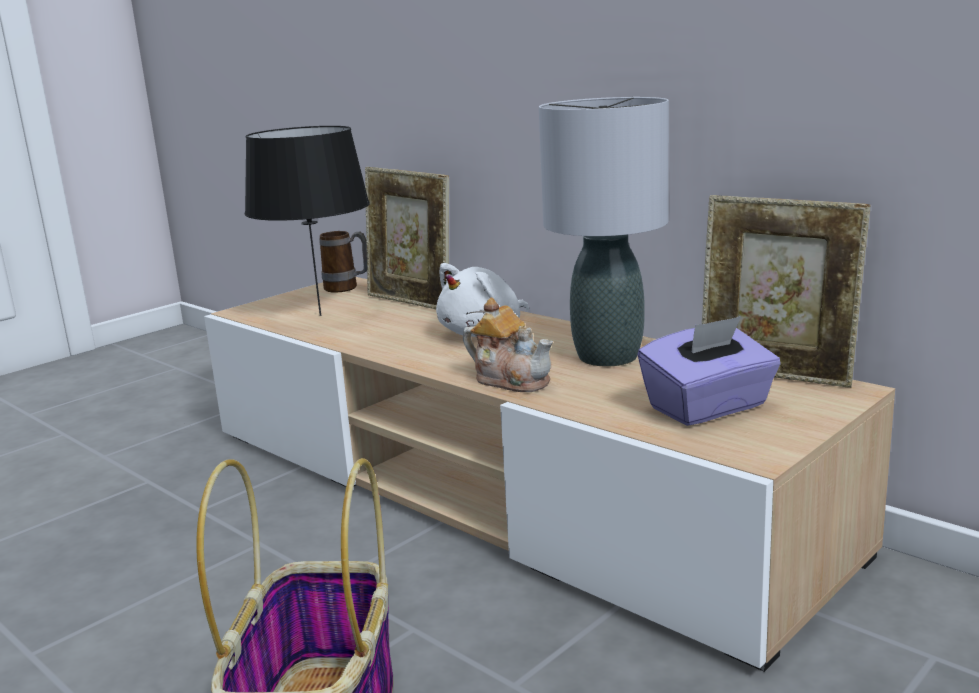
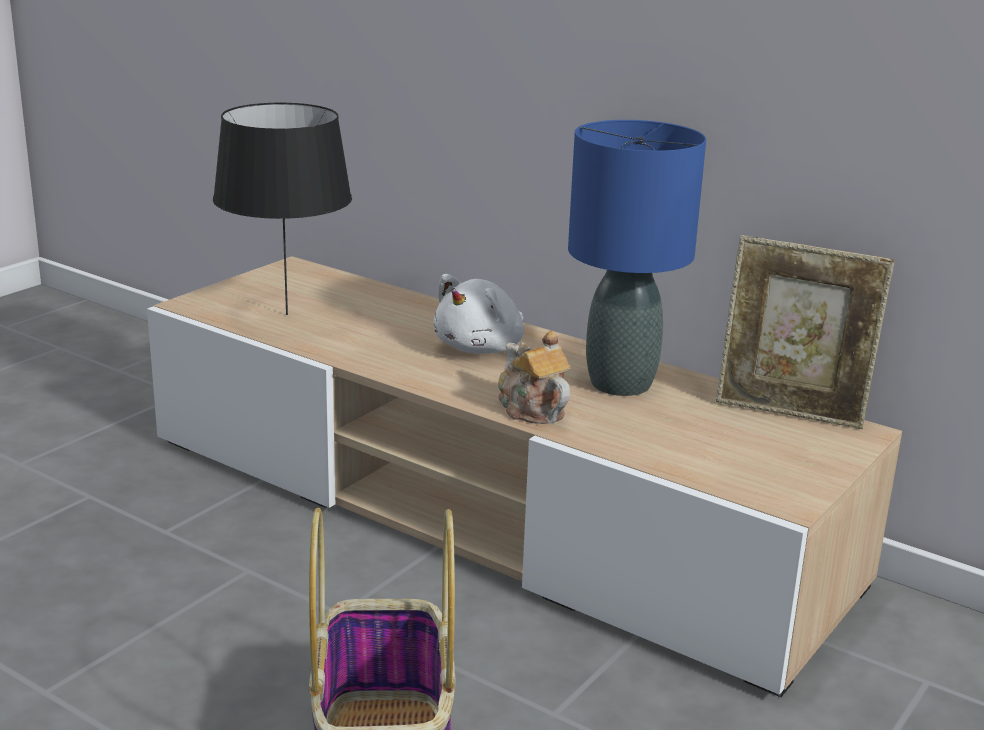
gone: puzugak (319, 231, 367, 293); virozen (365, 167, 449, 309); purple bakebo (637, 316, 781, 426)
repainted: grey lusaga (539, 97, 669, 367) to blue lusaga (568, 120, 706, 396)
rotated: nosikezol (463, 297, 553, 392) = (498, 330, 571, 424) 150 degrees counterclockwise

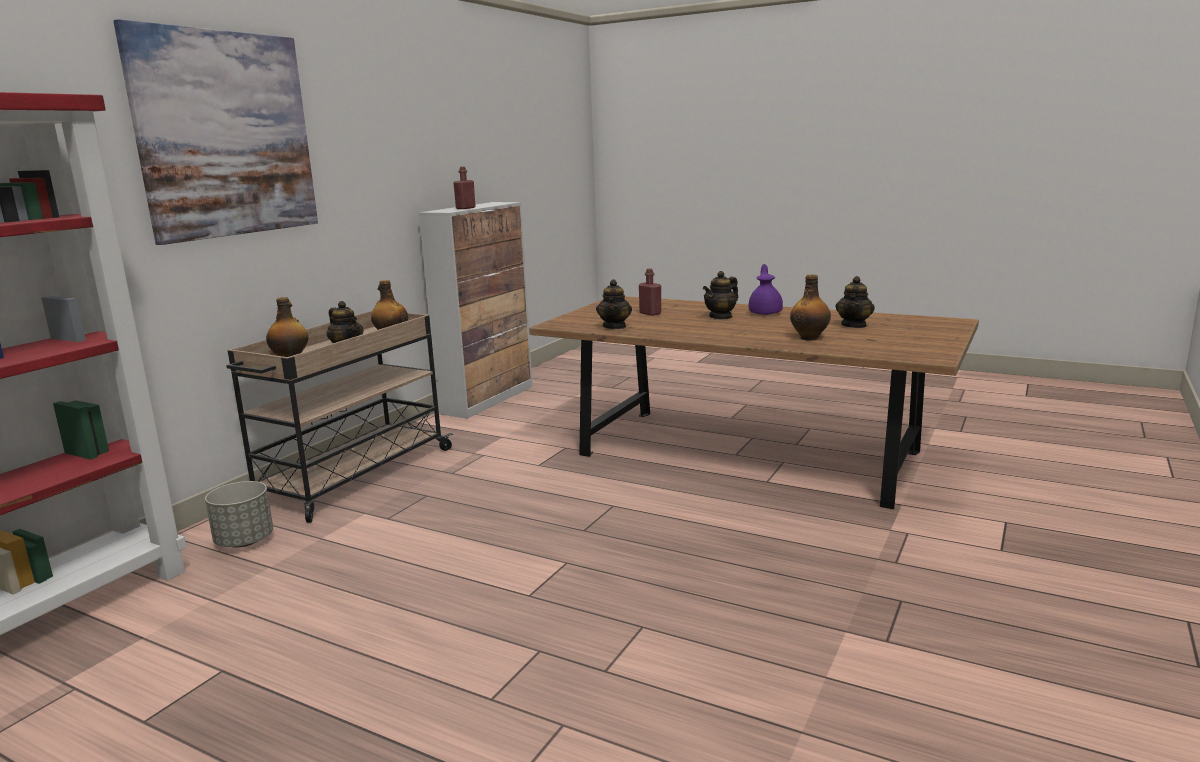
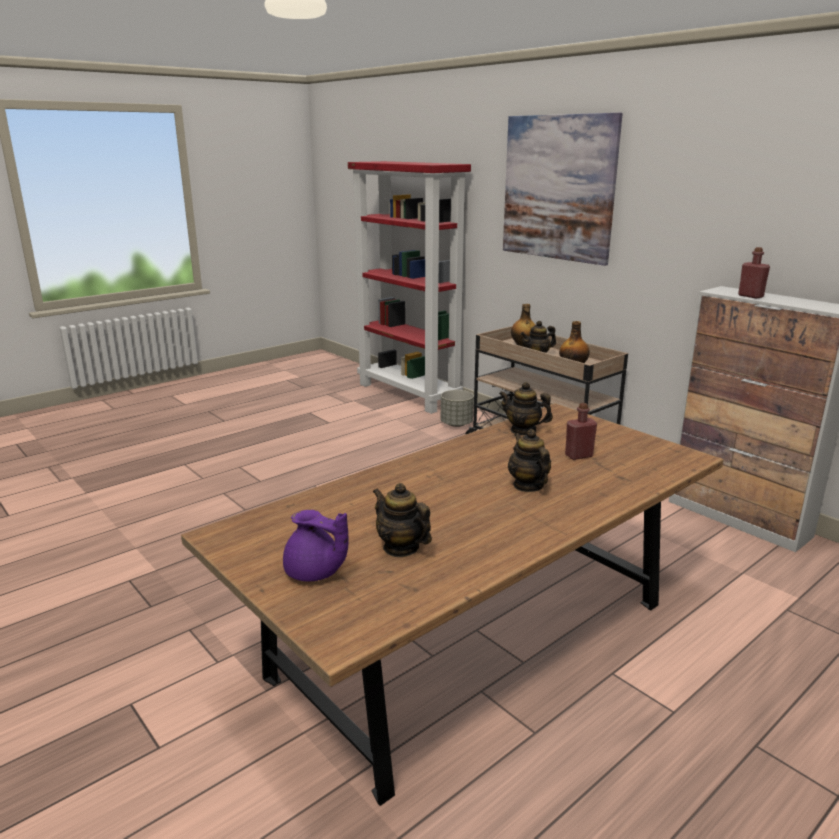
gone: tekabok (790, 275, 831, 341)
shifted: purple nosikezol (749, 264, 783, 315) to (283, 510, 349, 581)

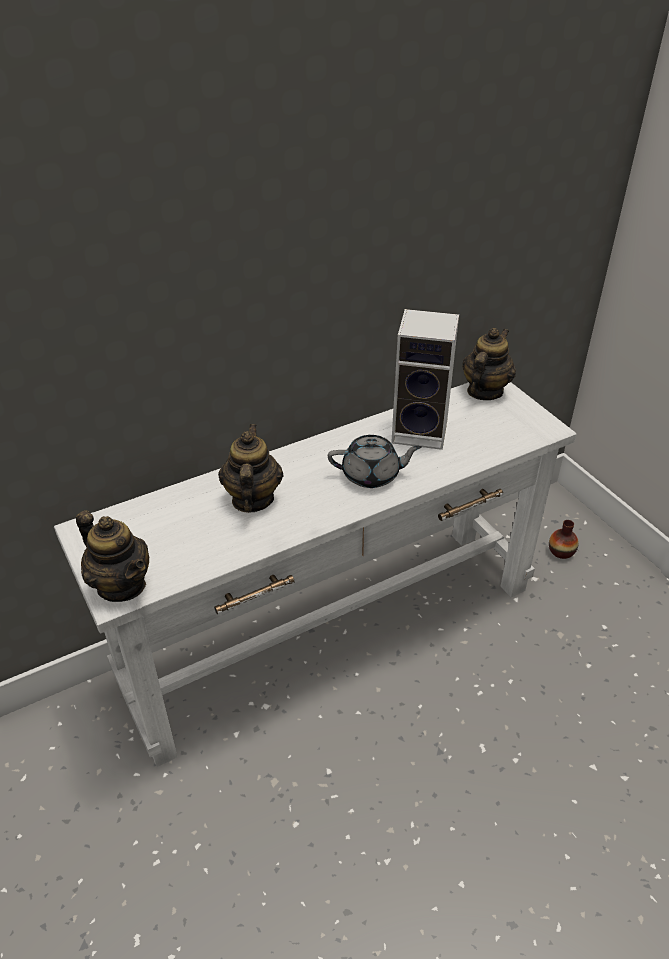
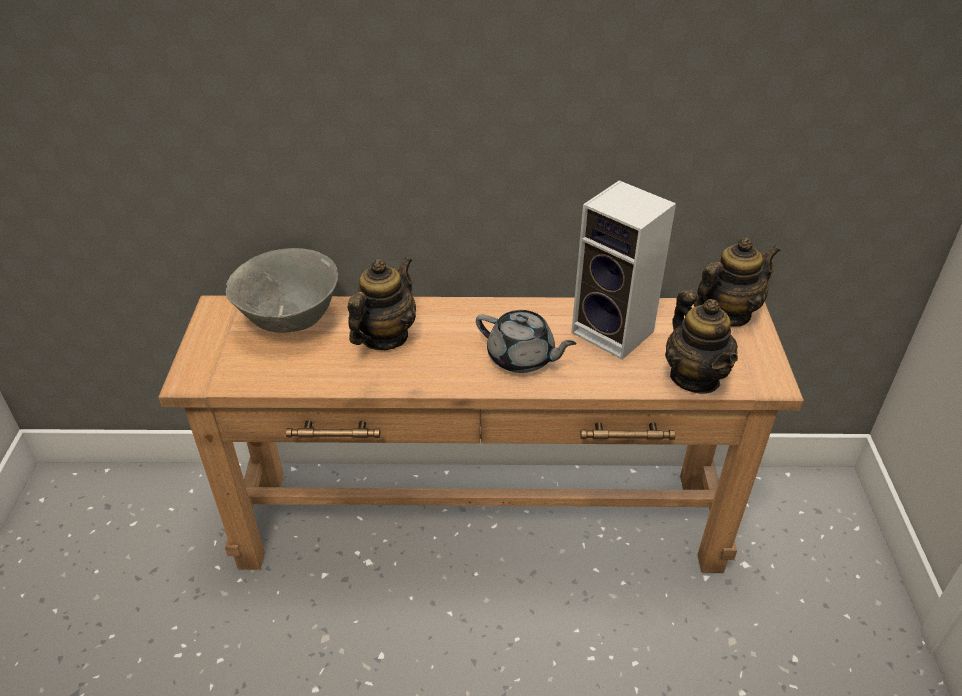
gone: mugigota (549, 520, 579, 559)
new: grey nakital (226, 248, 338, 333)
shifted: nosikezol (76, 510, 149, 602) to (665, 290, 738, 394)
repainted: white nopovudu (54, 382, 577, 767) to brown nopovudu (159, 295, 804, 573)

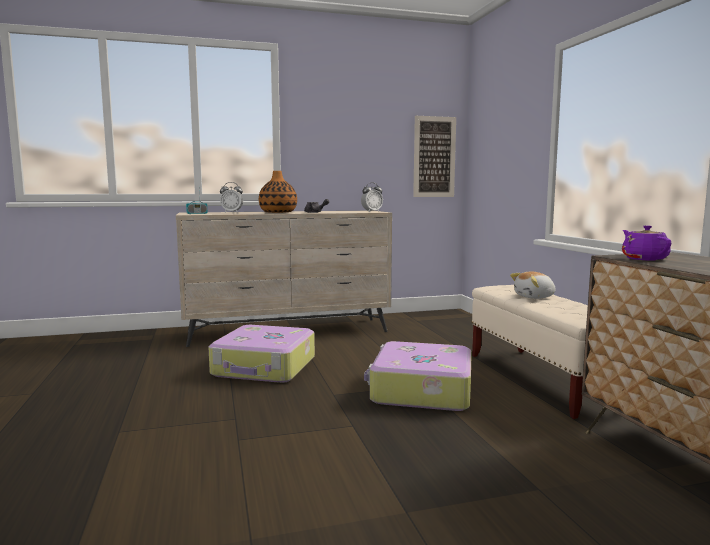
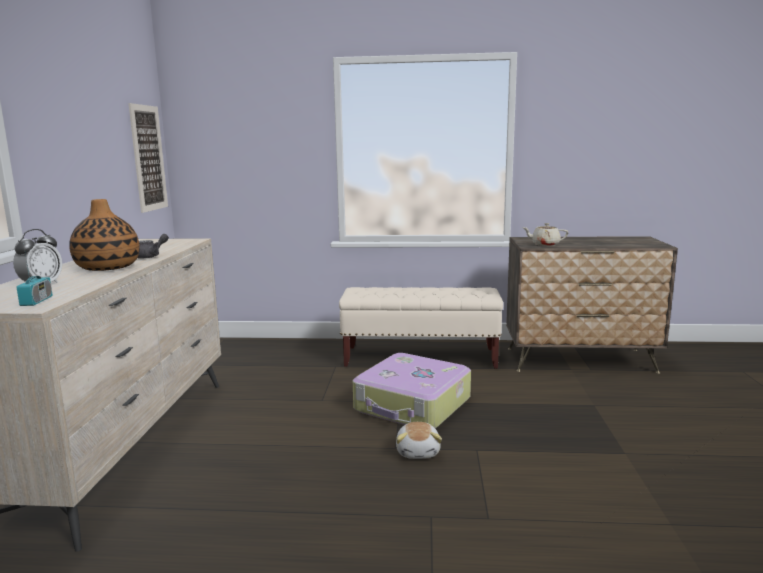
gone: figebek (209, 325, 315, 383); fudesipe (361, 182, 383, 212)
shifted: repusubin (510, 271, 555, 299) to (396, 422, 442, 459)
repainted: purple nosikezol (622, 225, 671, 261) to beige nosikezol (522, 223, 568, 246)

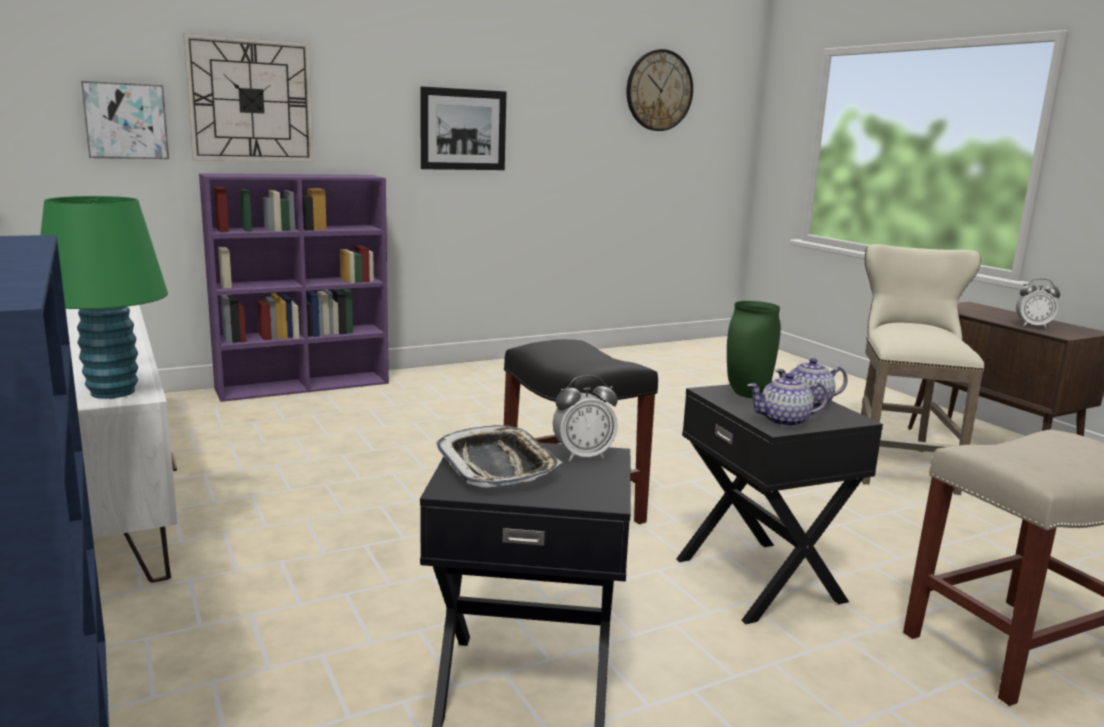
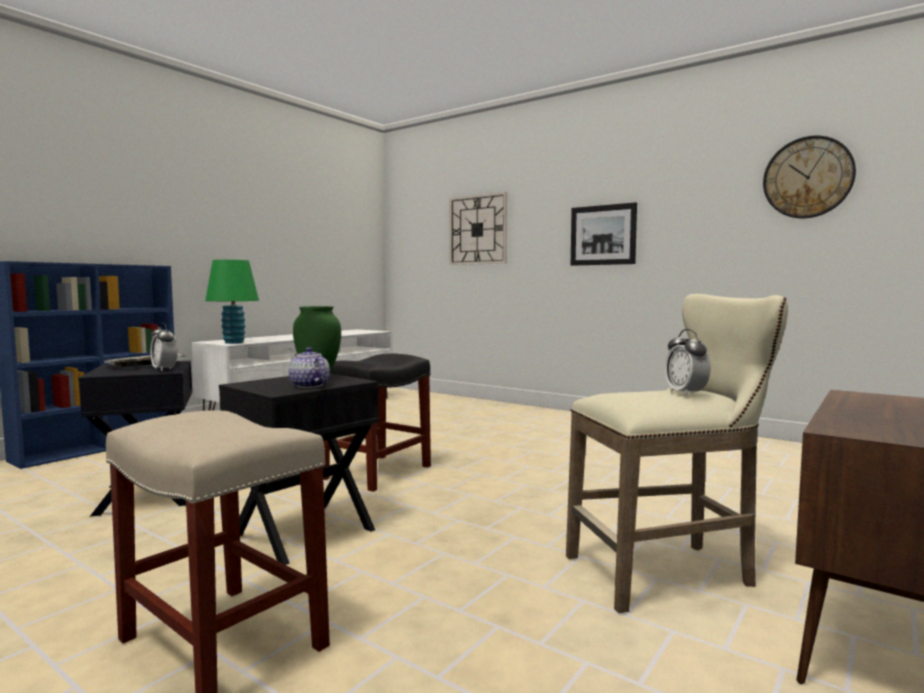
gone: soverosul (81, 81, 169, 159); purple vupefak (199, 173, 389, 402); nosikezol (747, 373, 828, 427)
shifted: fudesipe (1016, 278, 1060, 328) to (664, 329, 711, 396)

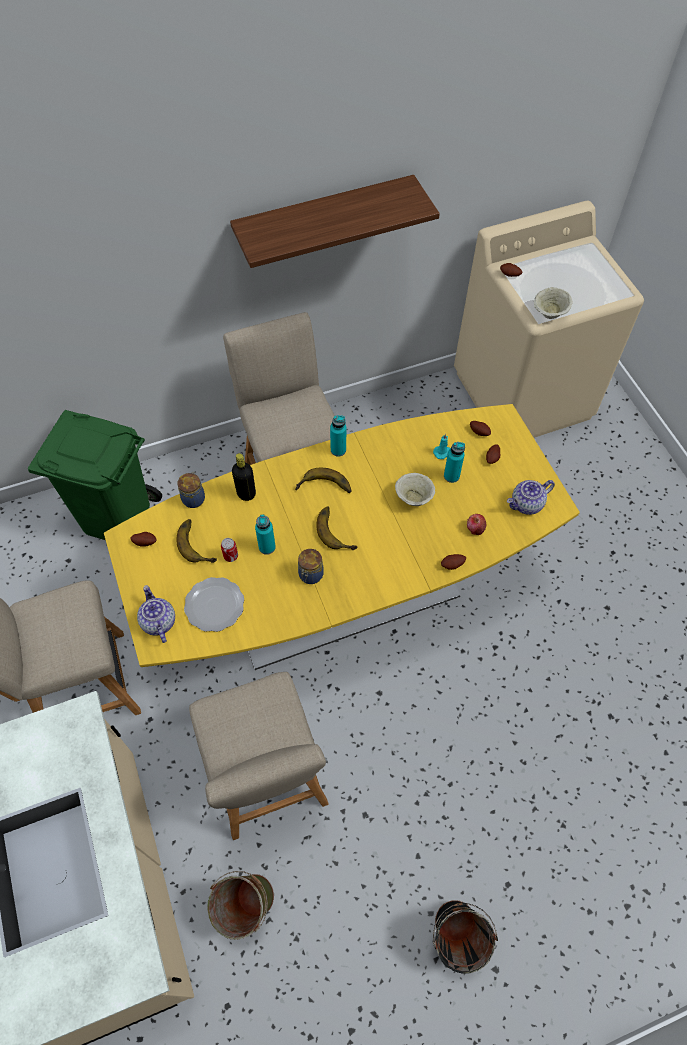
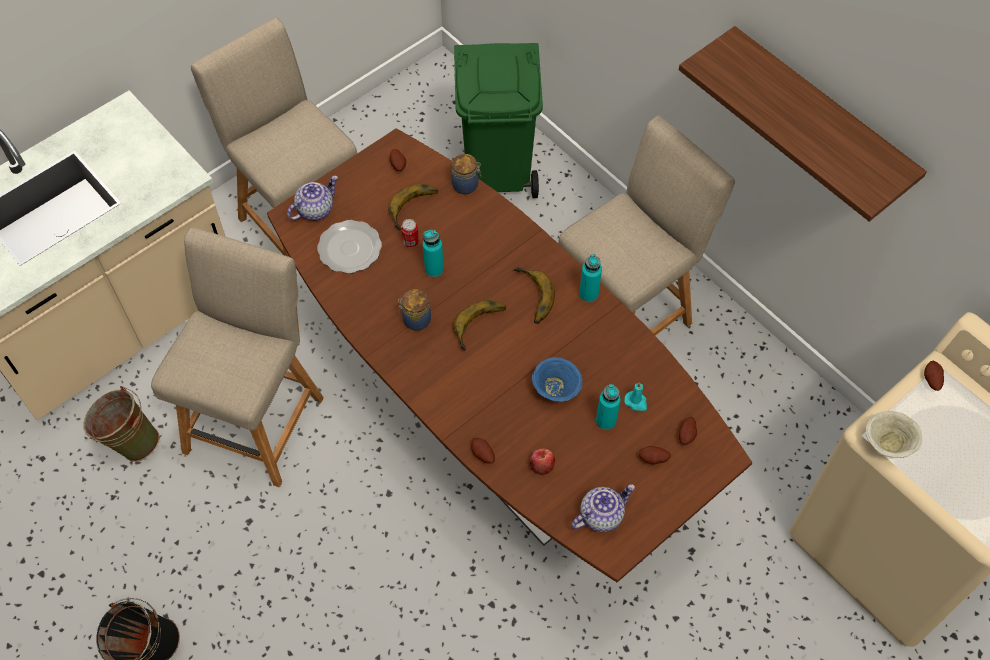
gone: black tekabok (232, 453, 256, 501)
repainted: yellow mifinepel (104, 404, 580, 670) to brown mifinepel (267, 128, 752, 582); beige nakital (395, 473, 435, 506) to blue nakital (532, 357, 582, 402)
rotated: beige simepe (189, 672, 329, 840) = (151, 227, 324, 487) 150 degrees clockwise; nosikezol (507, 480, 555, 515) = (571, 484, 635, 532) 105 degrees clockwise

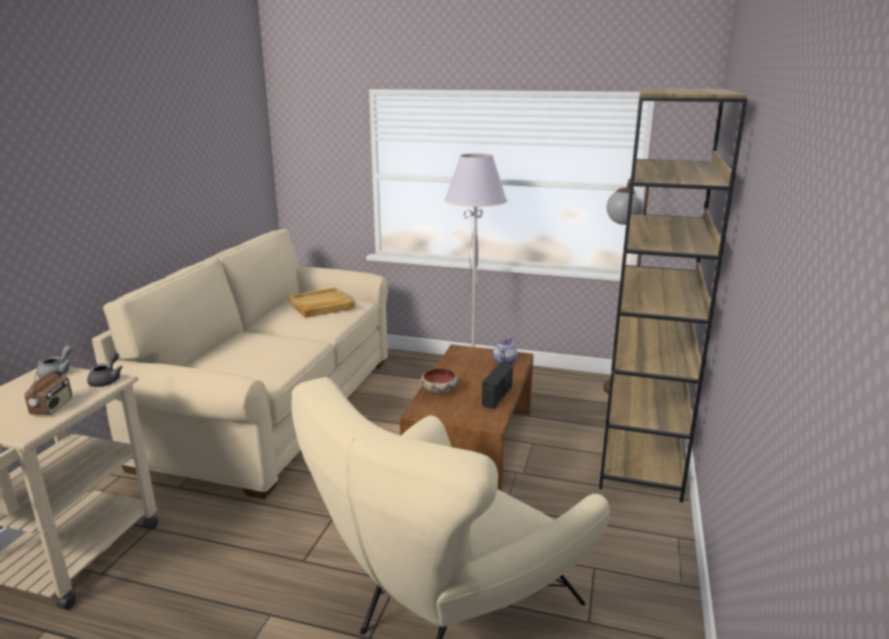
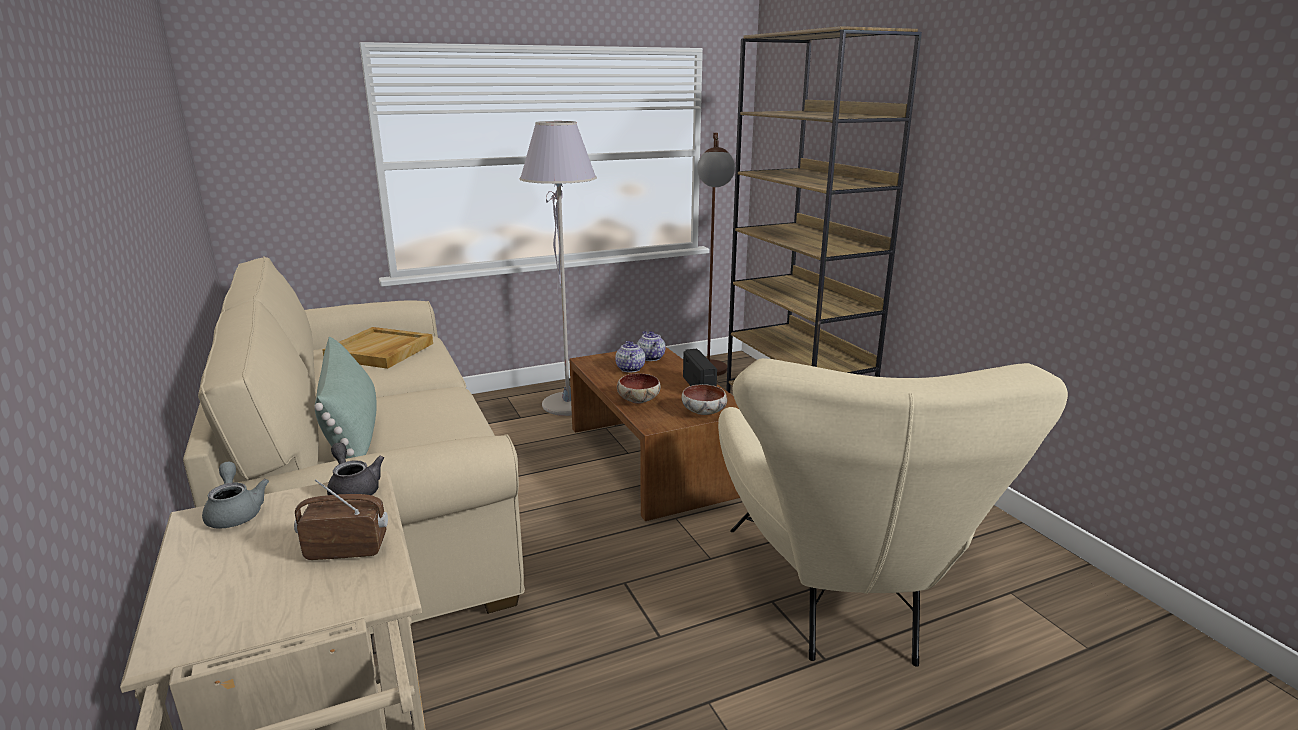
new: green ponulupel (314, 337, 377, 459); nosikezol (615, 341, 645, 372); nakital (681, 384, 727, 415)
rotated: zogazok (25, 361, 72, 415) = (294, 480, 388, 560) 60 degrees counterclockwise

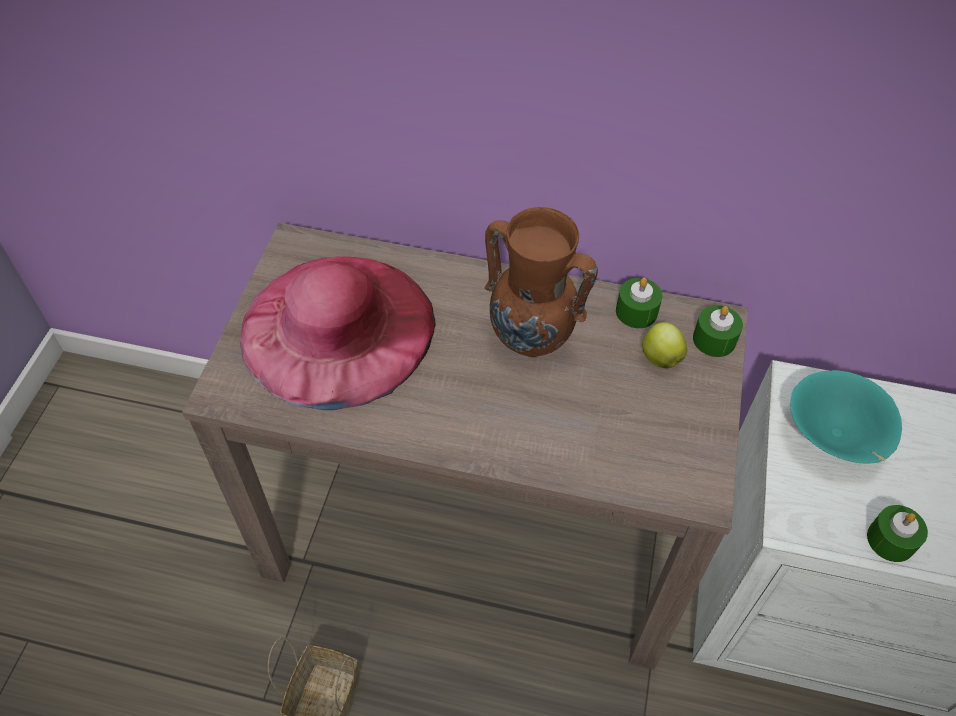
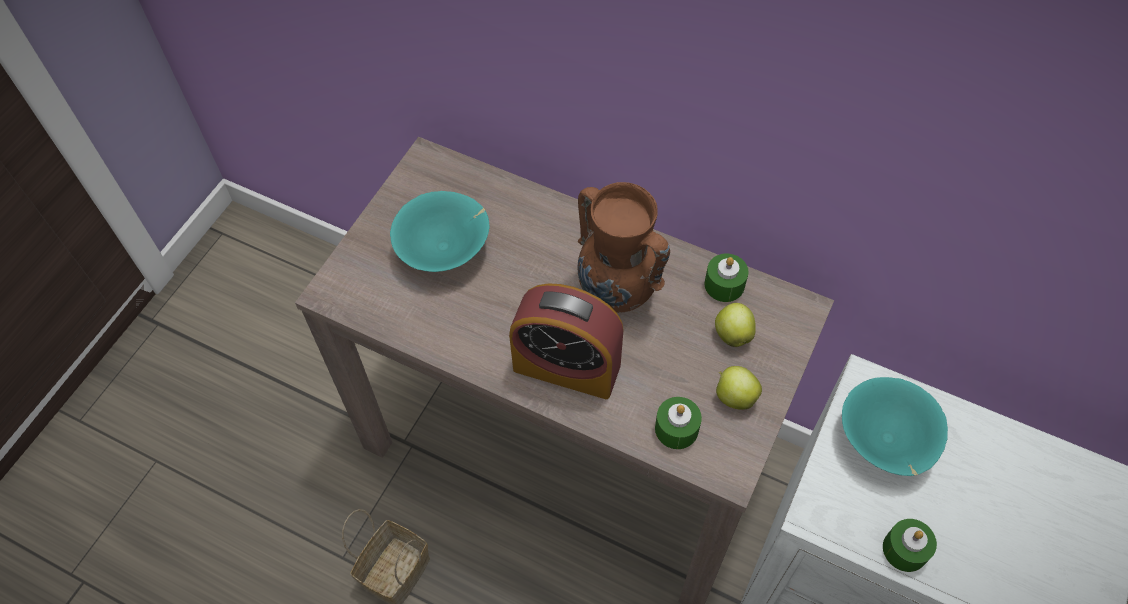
new: fudesipe (509, 283, 623, 399); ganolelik (716, 366, 762, 410)
shifted: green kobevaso (693, 305, 743, 357) to (655, 397, 702, 449)
swapped: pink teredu (240, 256, 436, 410) to turquoise nakital (390, 191, 490, 272)

